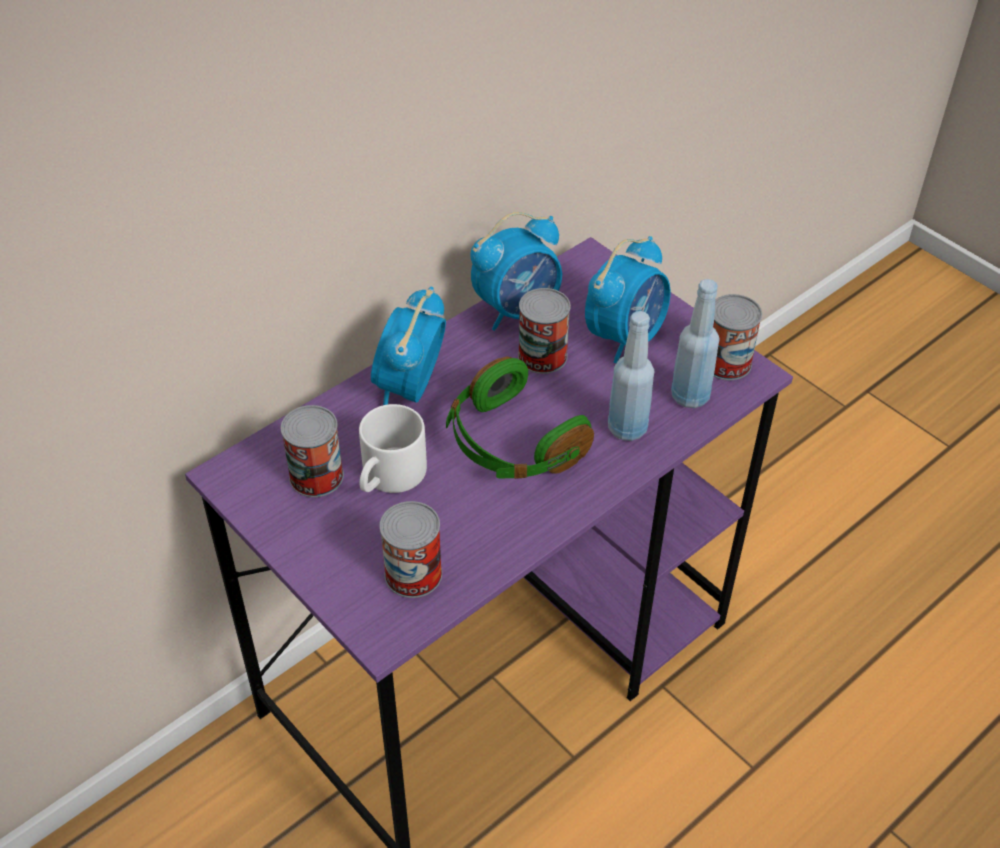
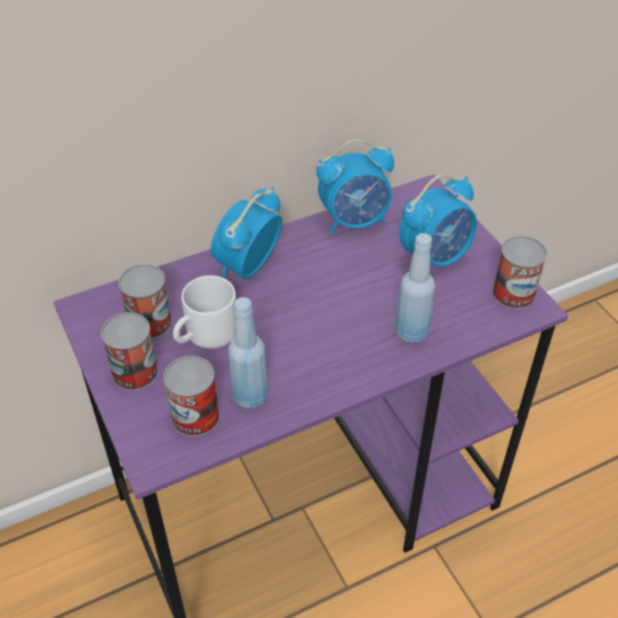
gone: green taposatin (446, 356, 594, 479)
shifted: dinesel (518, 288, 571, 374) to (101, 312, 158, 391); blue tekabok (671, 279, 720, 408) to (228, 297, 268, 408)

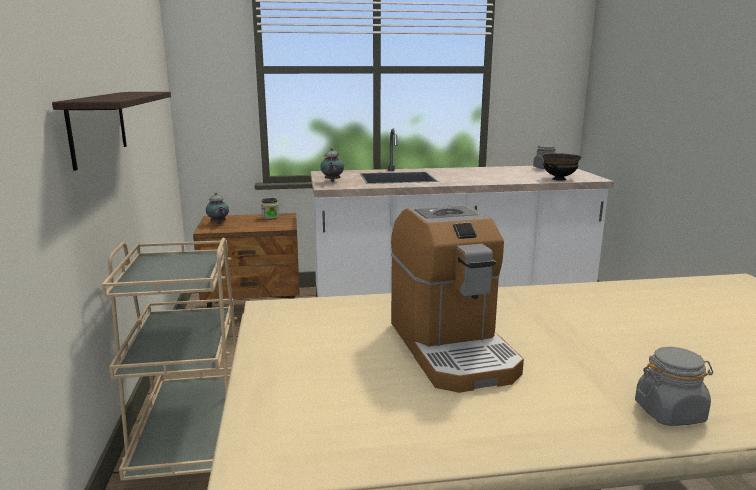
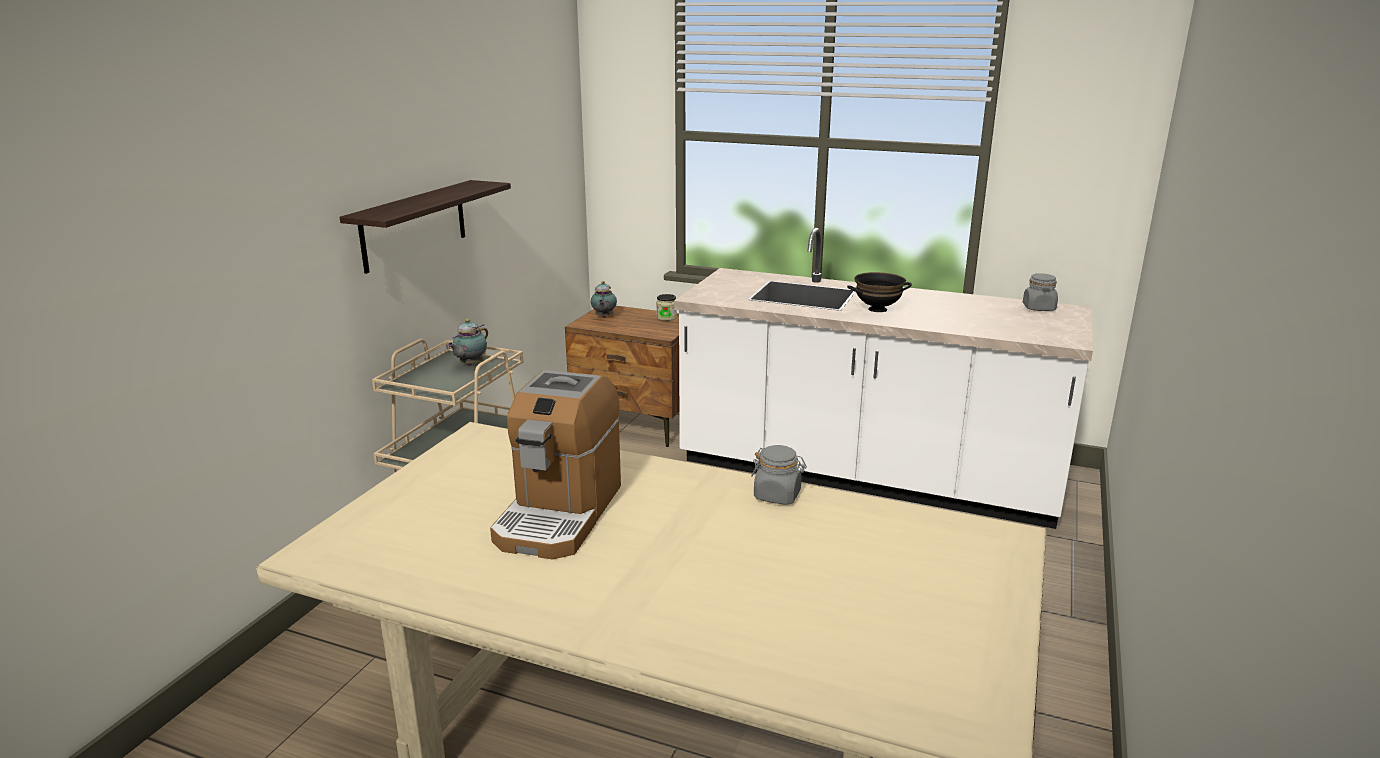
shifted: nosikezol (320, 148, 344, 182) to (447, 319, 488, 366); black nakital (542, 153, 581, 181) to (847, 272, 912, 312); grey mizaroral (635, 347, 713, 426) to (751, 445, 807, 505)

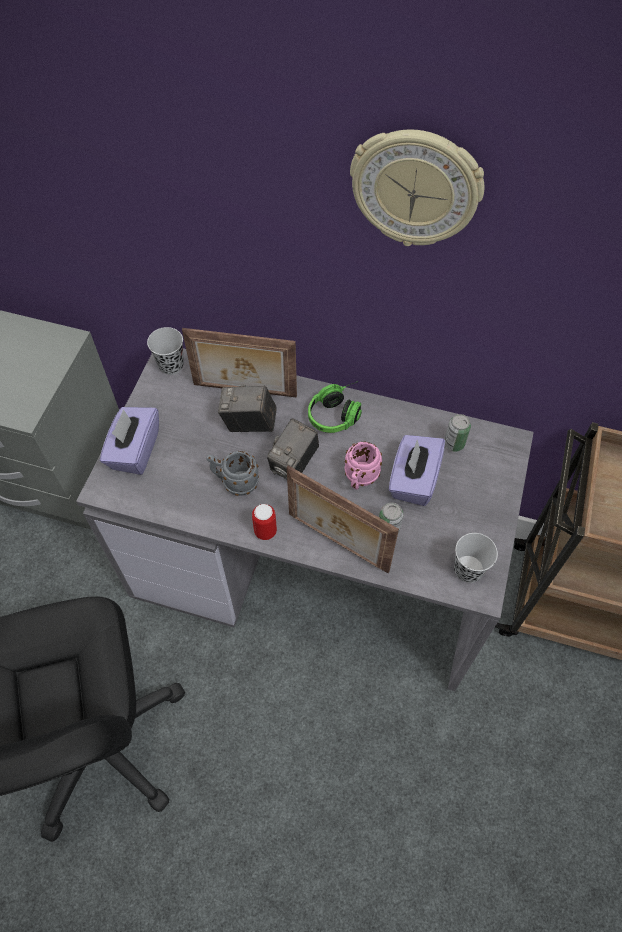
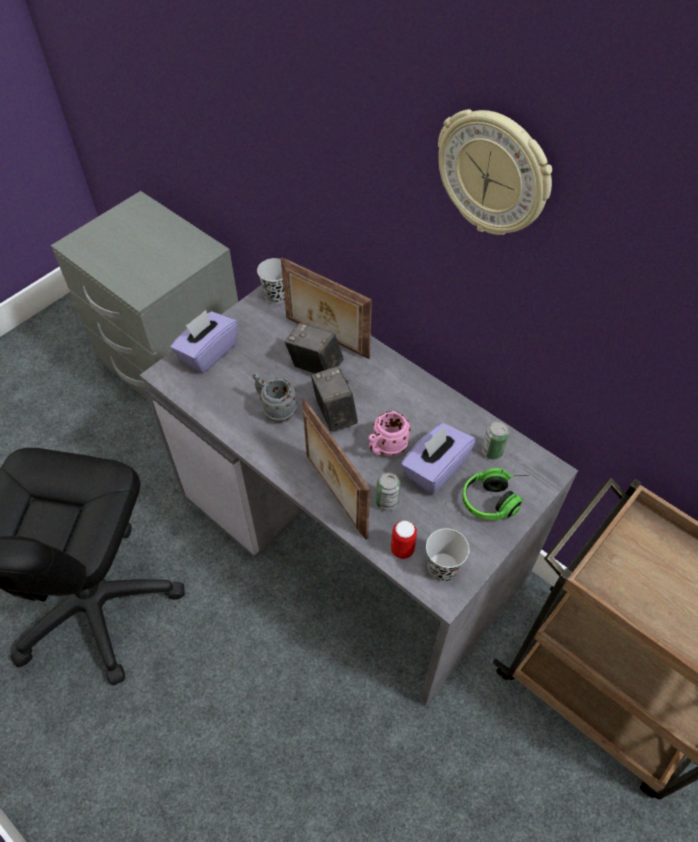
shifted: dinesel (252, 504, 277, 540) to (391, 520, 417, 559); taposatin (308, 381, 362, 433) to (462, 468, 530, 521)
rotated: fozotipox (267, 418, 319, 479) = (311, 366, 358, 432) 105 degrees clockwise

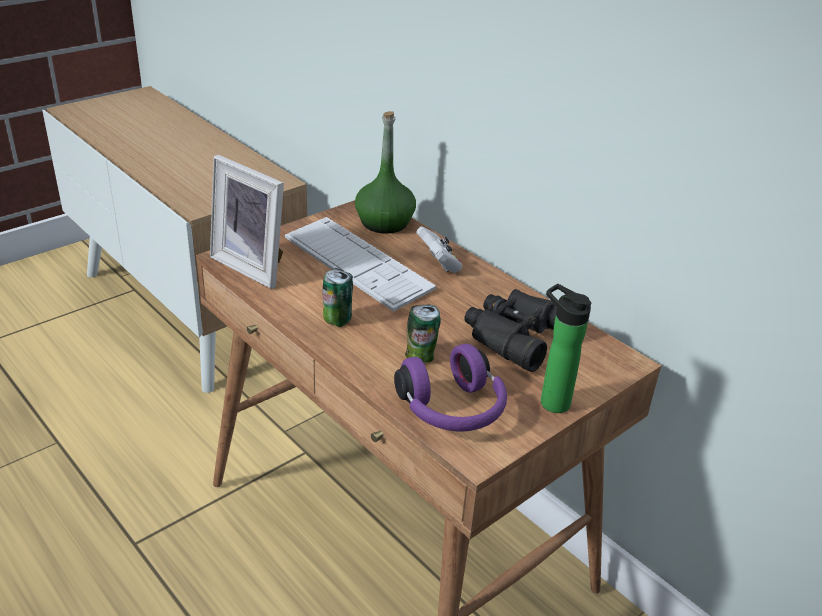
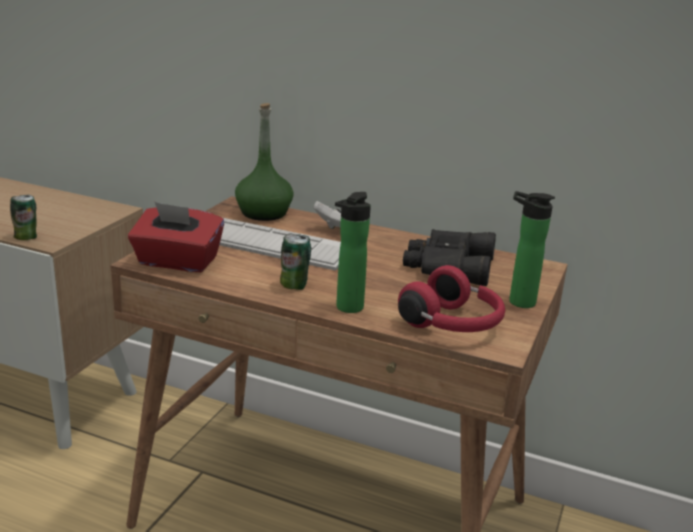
new: tekabok (335, 192, 371, 313)
shifted: dinesel (405, 304, 441, 363) to (10, 195, 37, 240)
swapped: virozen (210, 155, 284, 289) to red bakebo (128, 202, 224, 272)
repainted: purple taposatin (394, 344, 507, 432) to red taposatin (398, 265, 505, 332)

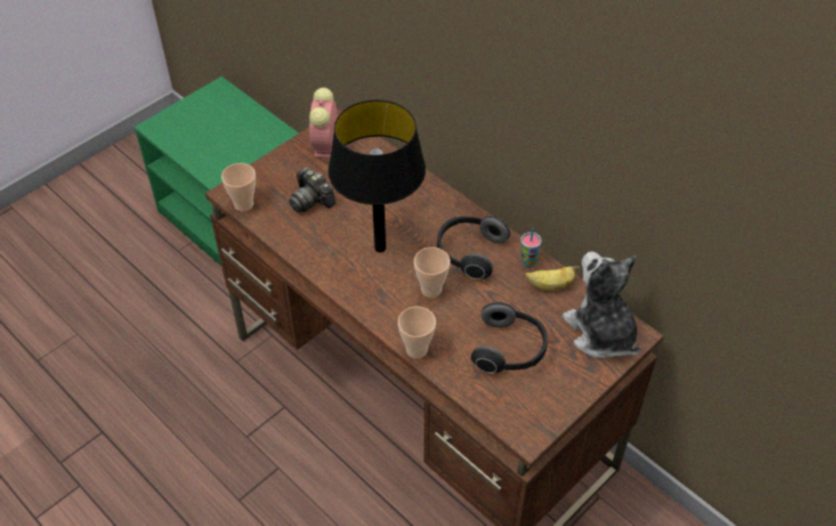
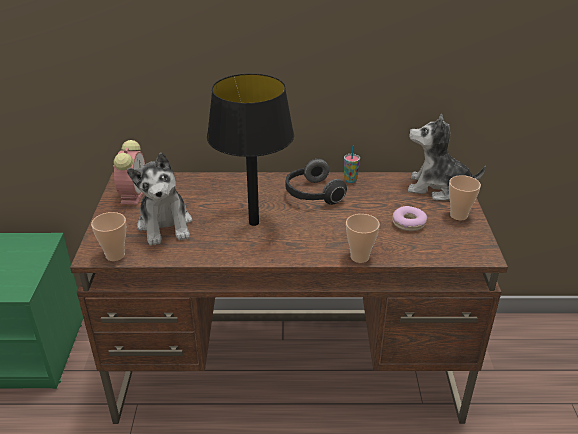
gone: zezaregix (525, 266, 579, 290)
shifted: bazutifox (414, 247, 450, 298) to (449, 175, 481, 221)
swapped: fozotipox (289, 167, 336, 213) to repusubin (127, 153, 192, 246); taposatin (471, 302, 548, 373) to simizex (392, 206, 427, 231)
rotated: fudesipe (309, 88, 338, 158) = (113, 140, 145, 205) 135 degrees counterclockwise

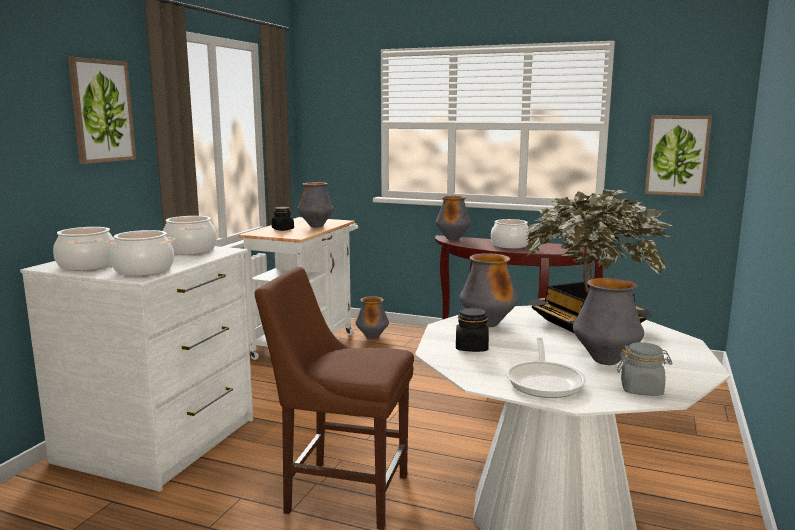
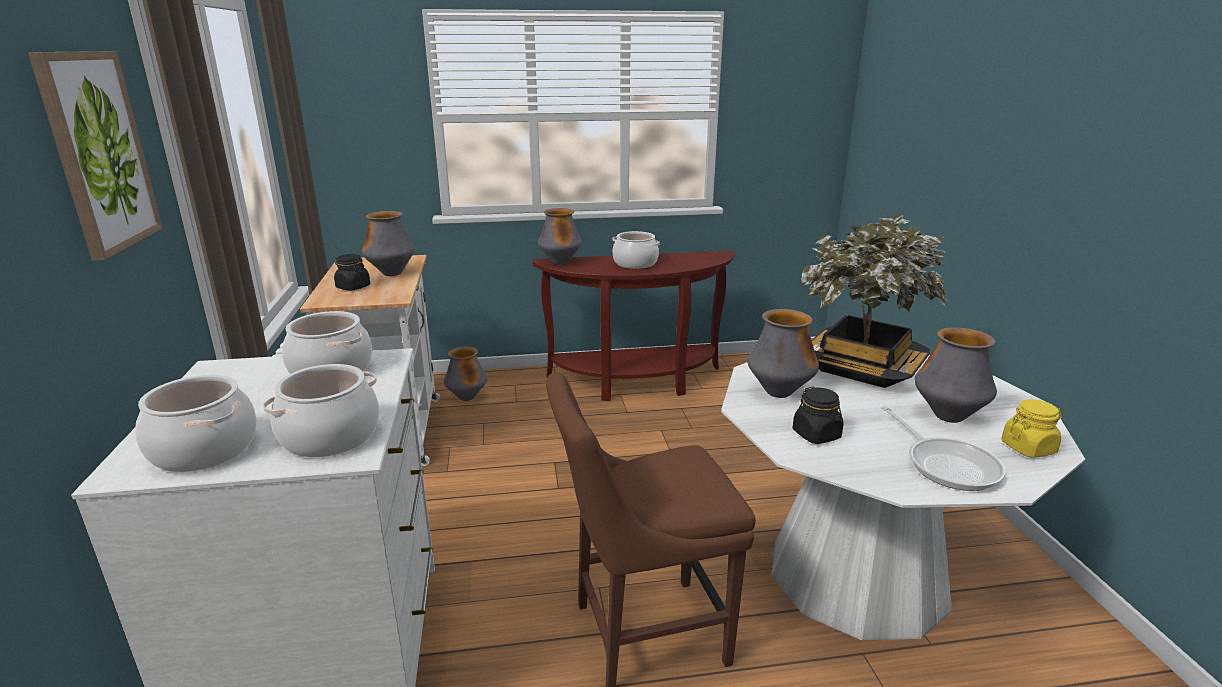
gone: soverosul (645, 116, 712, 196)
repainted: grey mizaroral (617, 342, 672, 396) to yellow mizaroral (1002, 399, 1062, 458)

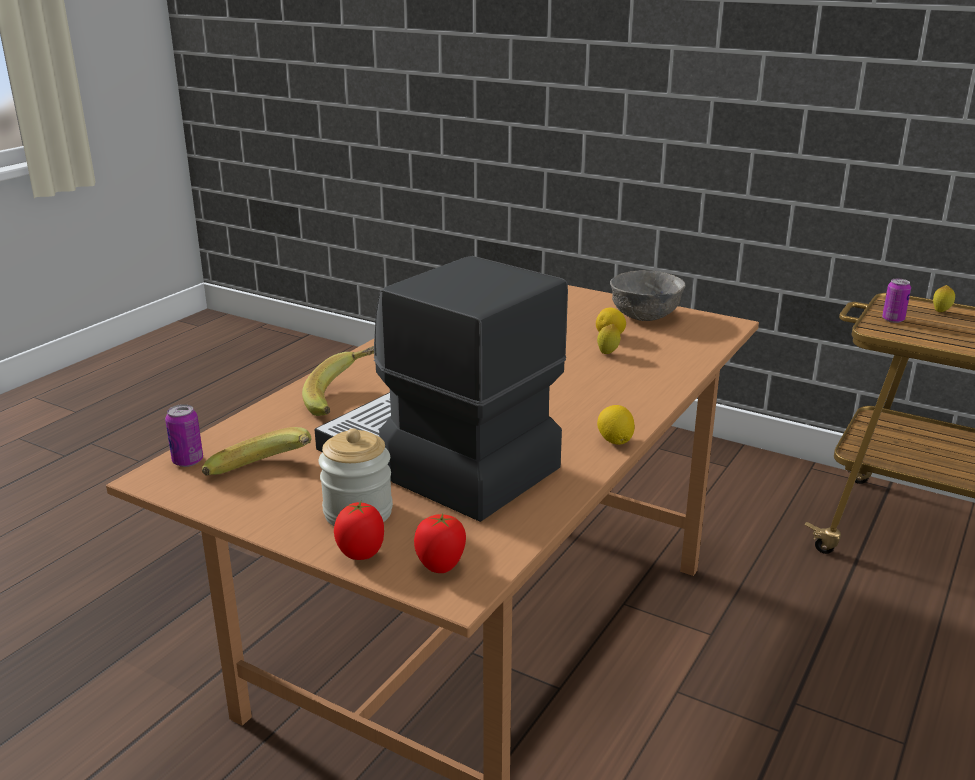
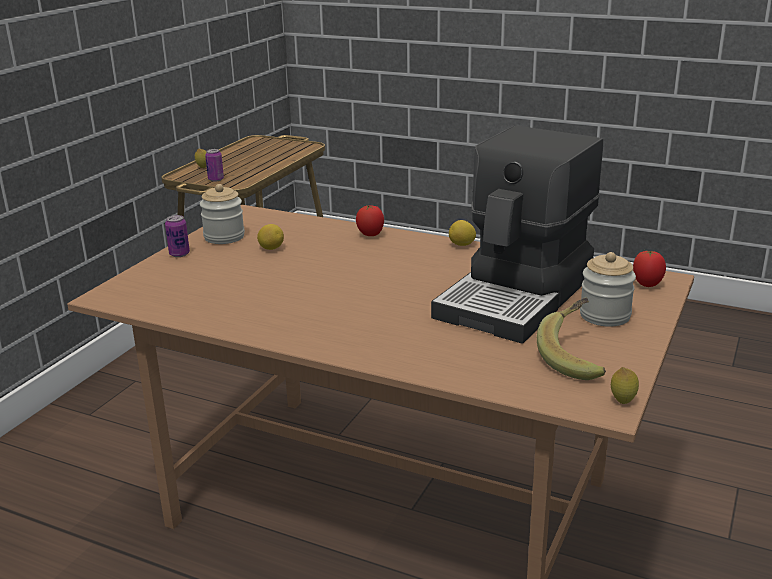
gone: zezaregix (302, 346, 374, 416)
shifted: dinesel (165, 404, 203, 467) to (165, 215, 190, 257); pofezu (334, 500, 384, 560) to (356, 205, 384, 236); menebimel (597, 324, 620, 354) to (611, 367, 639, 404)
swapped: grey nakital (610, 270, 686, 321) to mizaroral (200, 184, 245, 244)

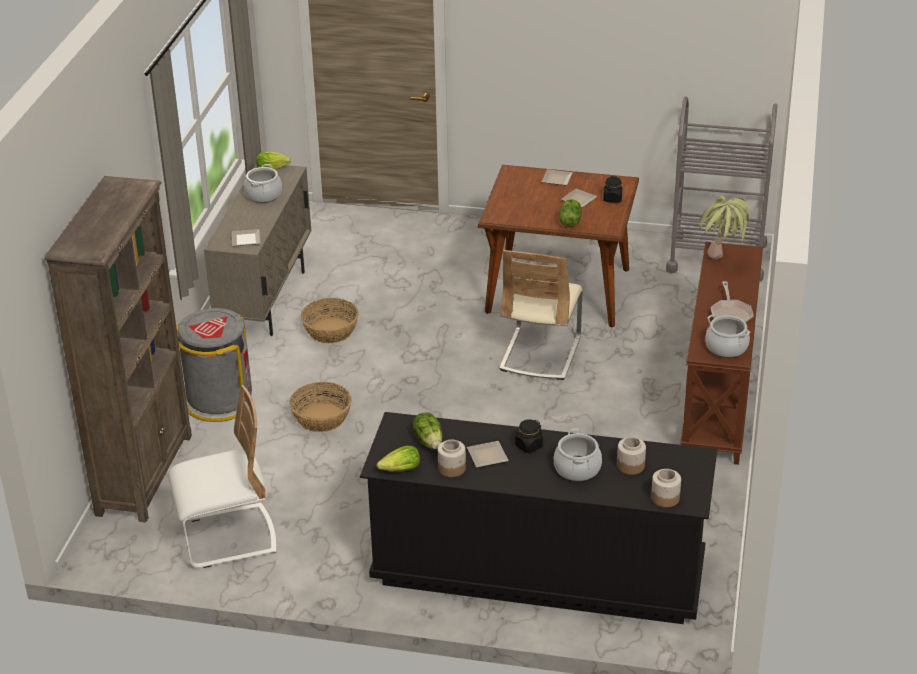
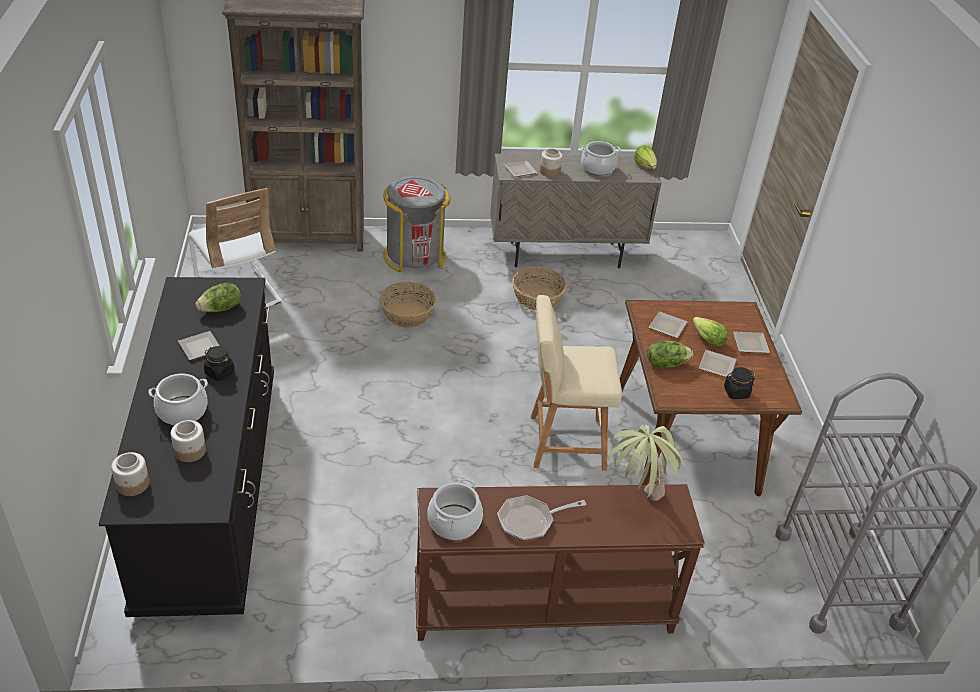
new: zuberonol (649, 311, 687, 338)
shifted: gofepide (377, 445, 420, 471) to (692, 317, 728, 347); mizaroral (438, 440, 466, 477) to (540, 148, 563, 177)
swapped: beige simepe (499, 250, 583, 380) to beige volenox (531, 295, 622, 471)

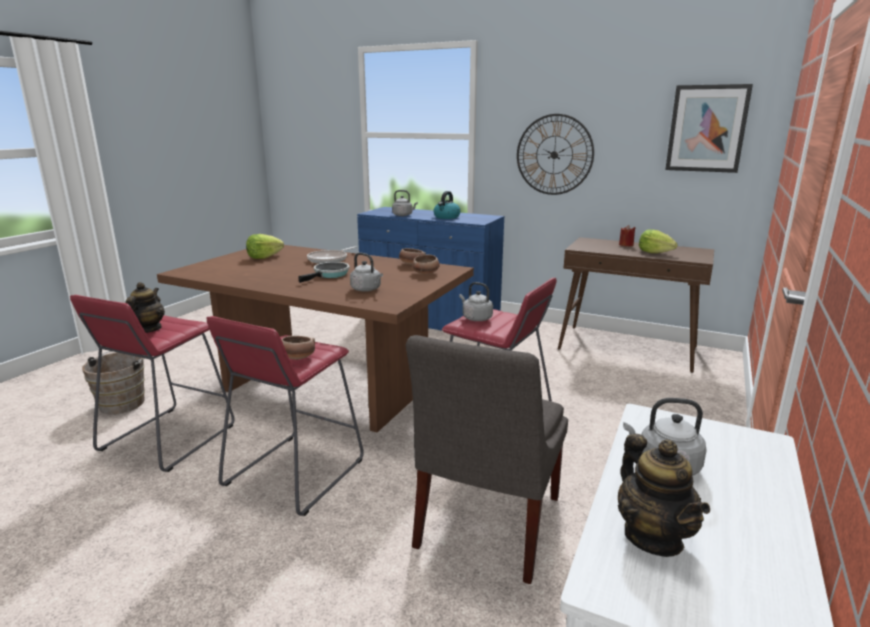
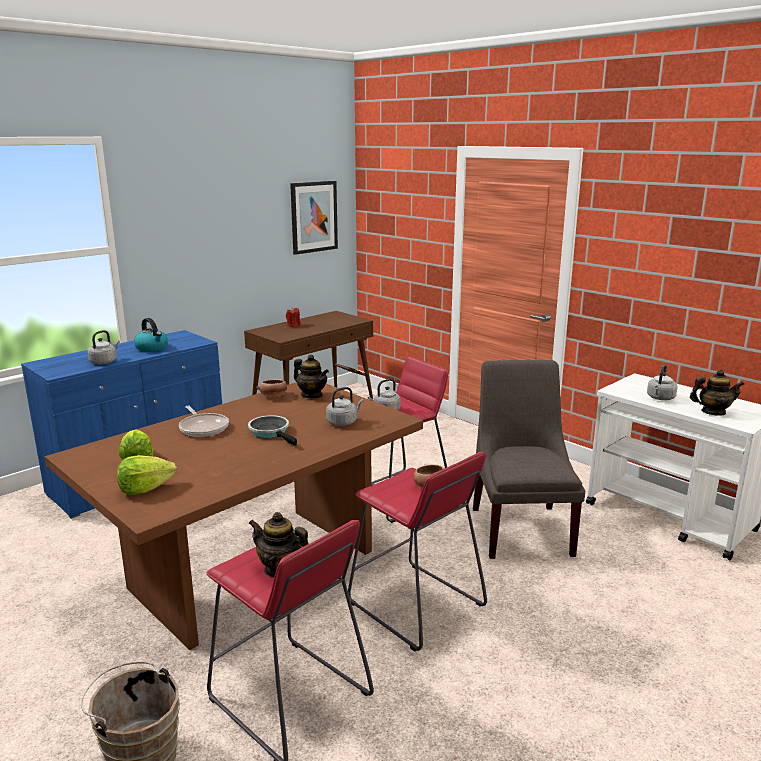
gone: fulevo (517, 114, 594, 195)
shifted: gofepide (639, 229, 678, 253) to (117, 455, 177, 495)
swapped: nakital (413, 255, 440, 274) to nosikezol (294, 354, 329, 398)
rotated: grey simepe (406, 335, 568, 584) = (473, 360, 585, 559) 135 degrees counterclockwise

